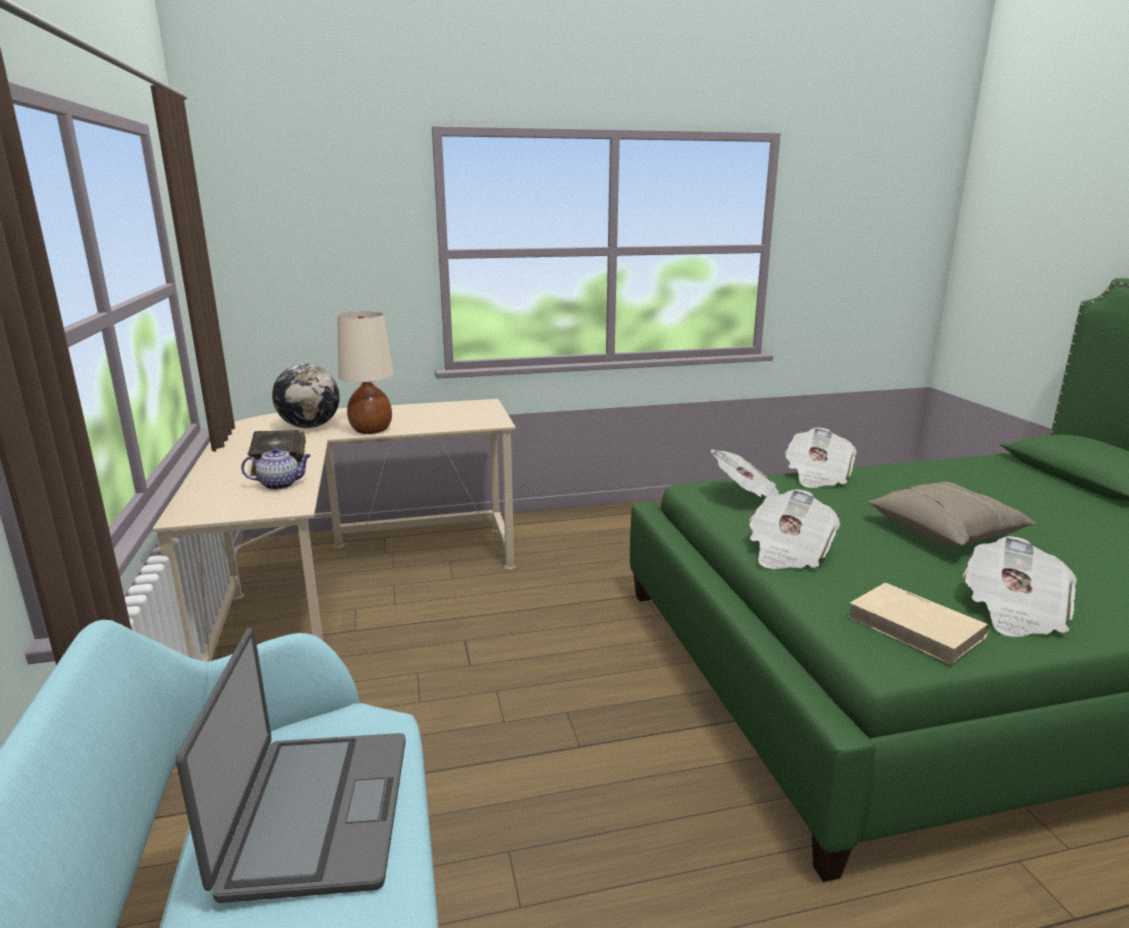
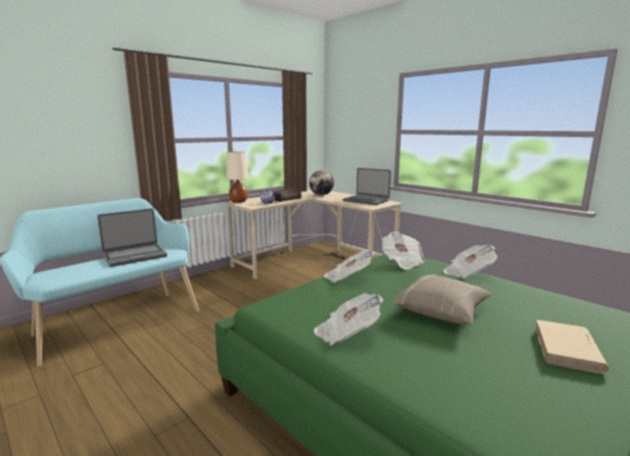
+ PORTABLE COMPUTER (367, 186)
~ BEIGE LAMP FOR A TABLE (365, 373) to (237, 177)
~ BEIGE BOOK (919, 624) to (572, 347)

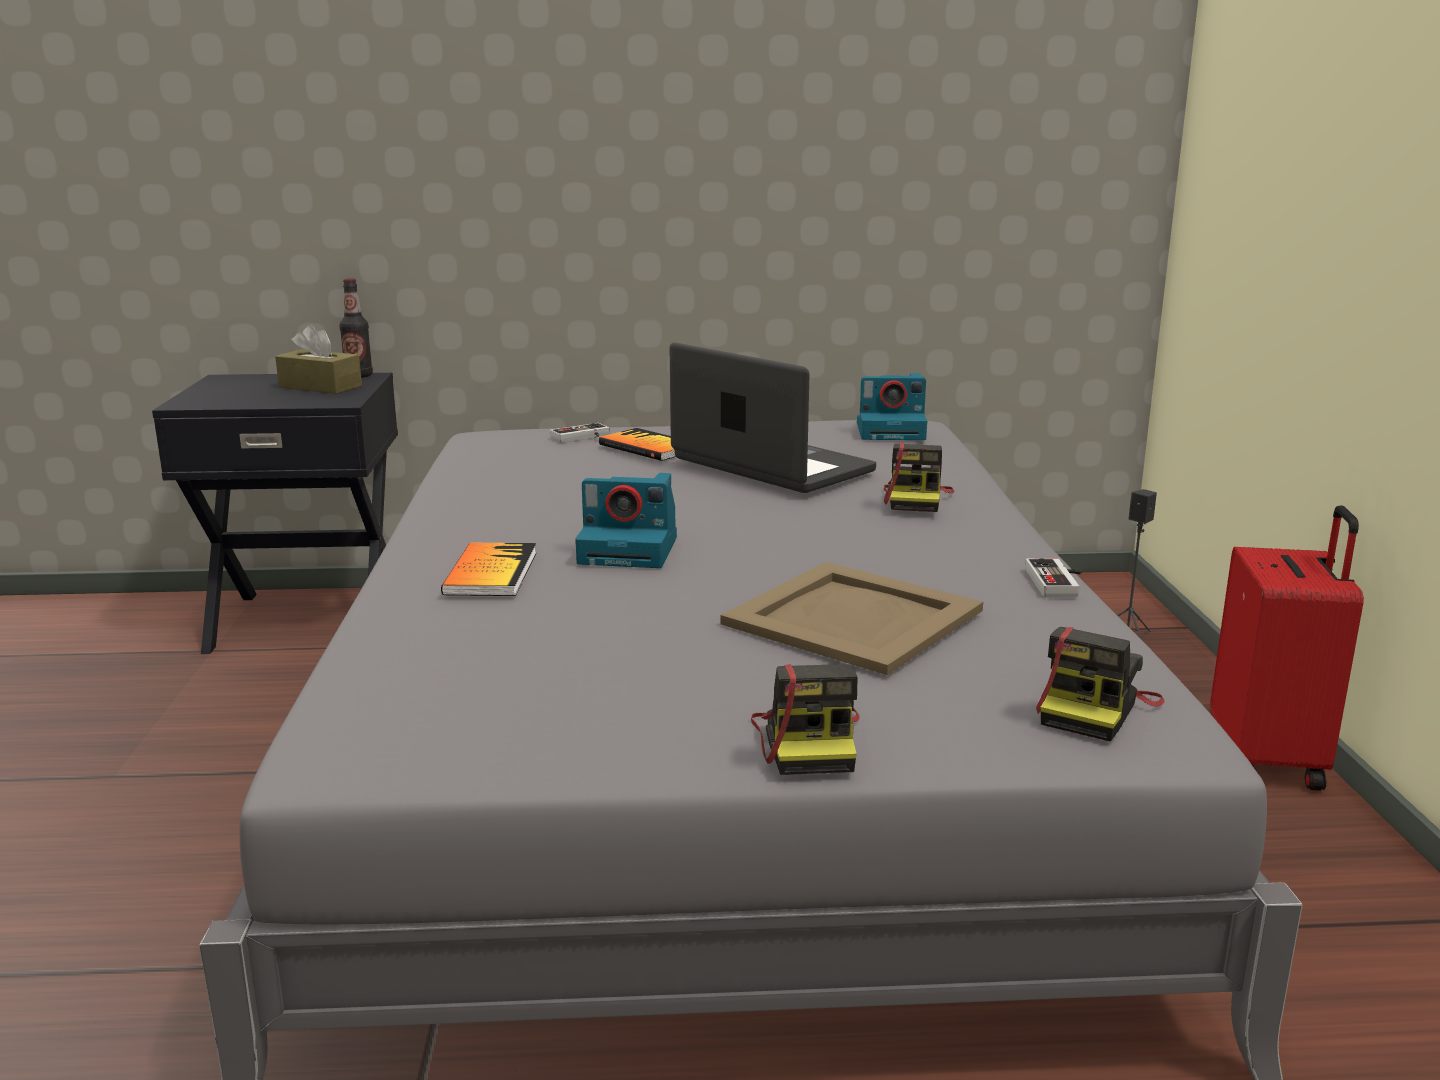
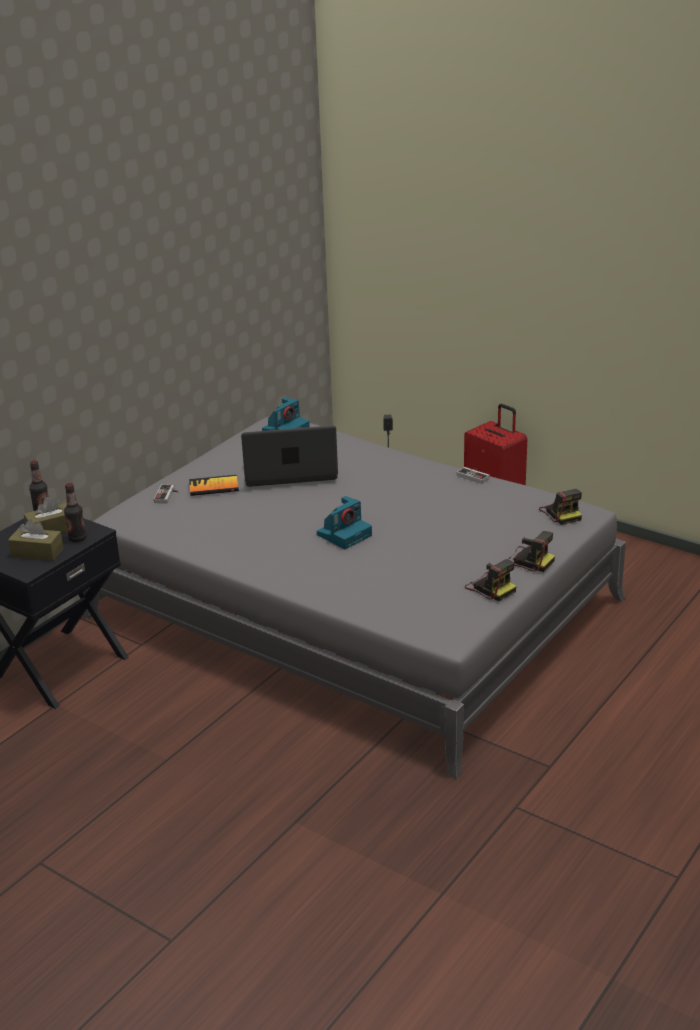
- BOOK (488, 569)
- BEIGE SERVING TRAY (852, 618)
+ BROWN-COLOURED TISSUE HOLDER (36, 540)
+ BEVERAGE BOTTLE (75, 512)
~ PHOTO CAMERA (919, 477) to (491, 580)

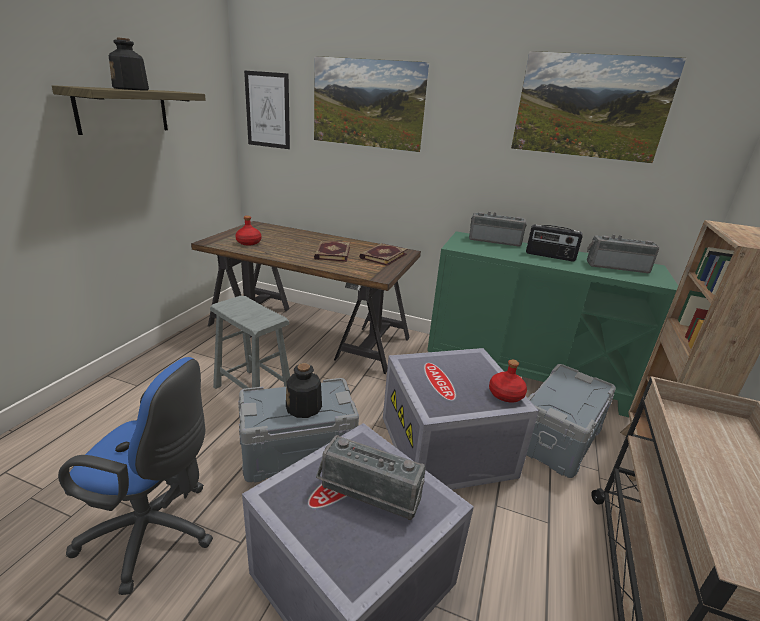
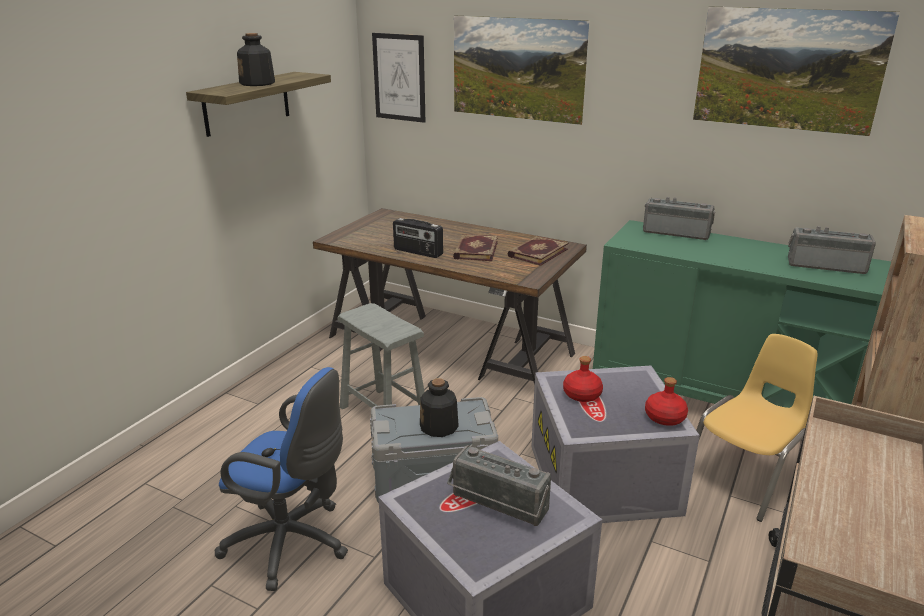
~ RED-COLOURED BEVERAGE BOTTLE (248, 230) to (583, 379)
~ RADIO SET (554, 243) to (418, 238)
~ GREYISH STORAGE BIN (571, 421) to YELLOW CHAIR (757, 428)

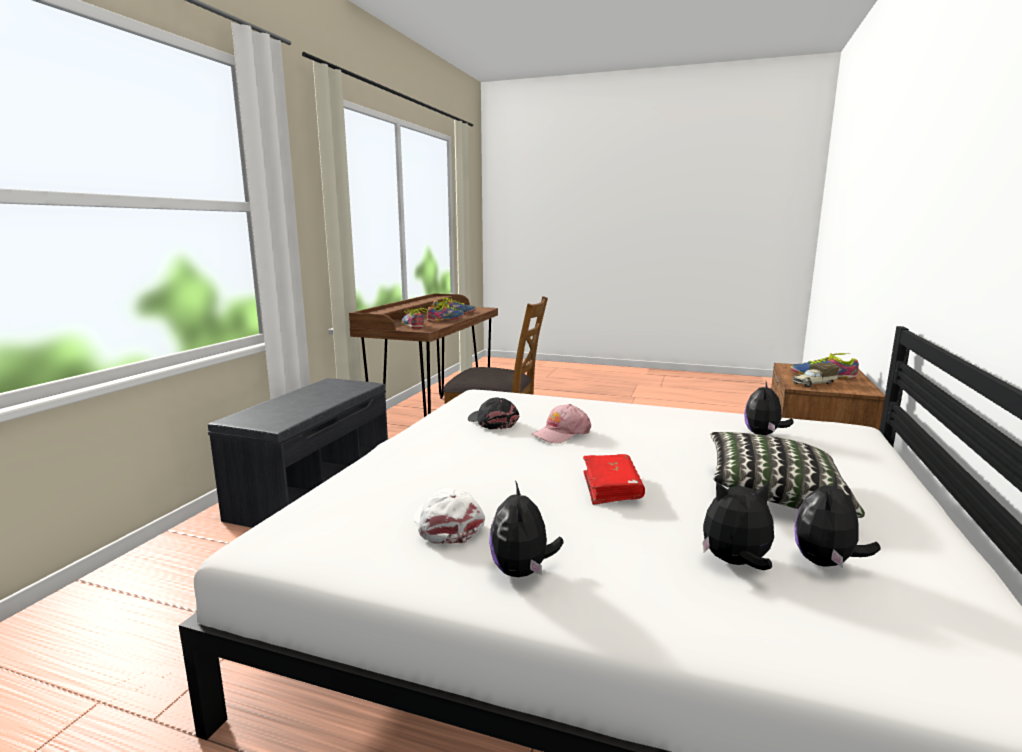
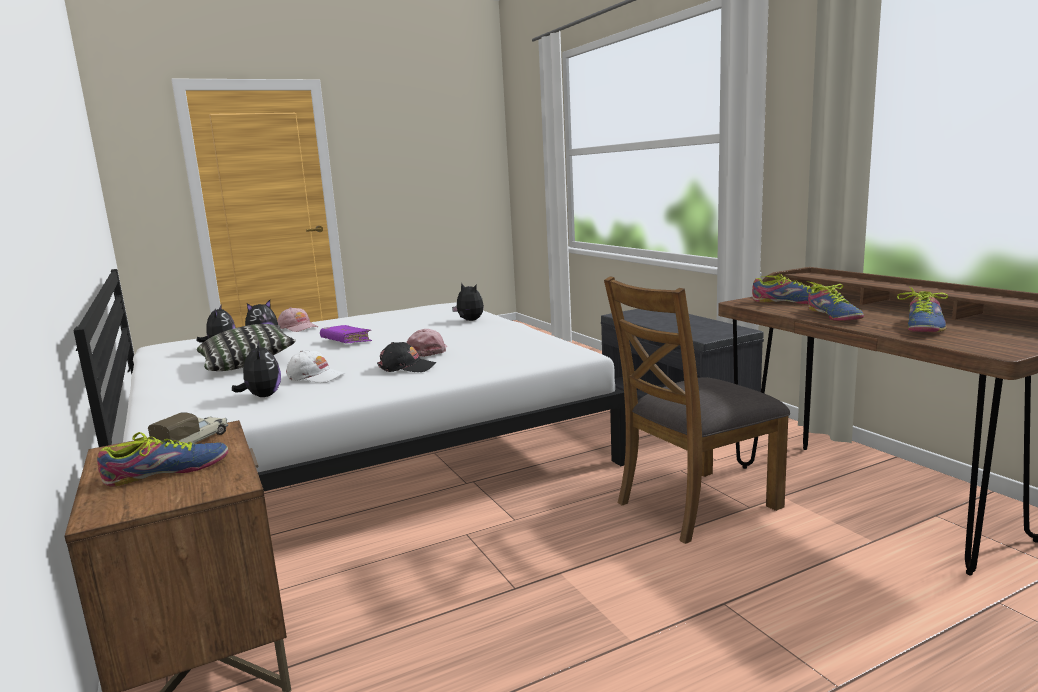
+ PINK-COLOURED BASEBALL CAP (297, 319)
~ WHITE-COLOURED BASEBALL CAP (449, 516) to (315, 366)
~ BLACK-COLOURED BASEBALL CAP (493, 413) to (406, 357)
~ CUDDLY TOY (526, 529) to (468, 302)
~ RED-COLOURED BOOK (614, 479) to PURPLISH BOOK (346, 334)

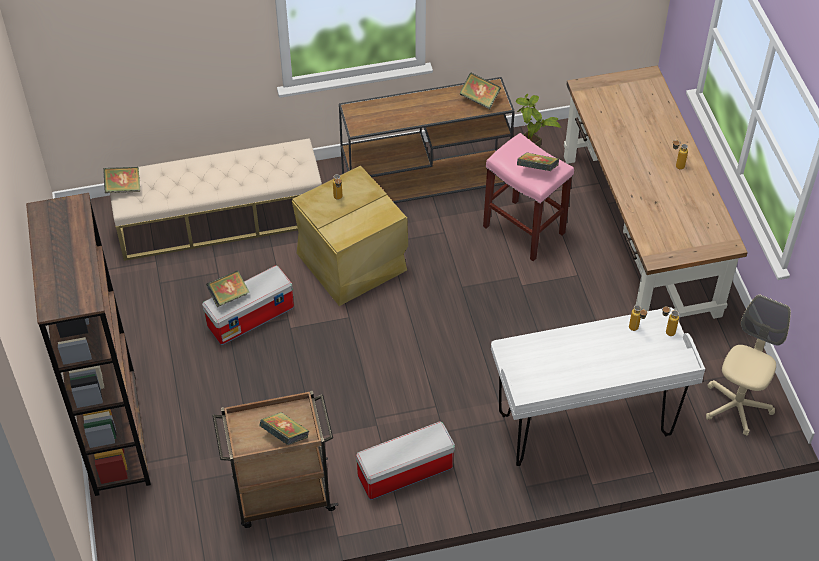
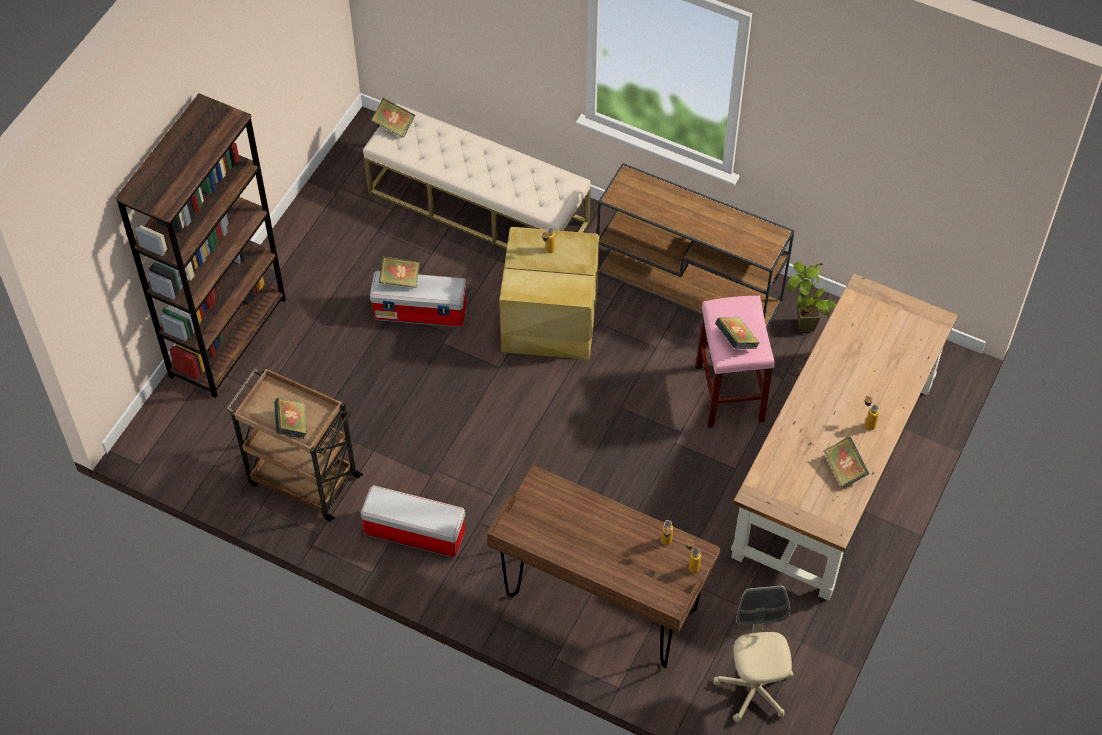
~ BOOK (480, 91) to (847, 462)
~ WHITE-COLOURED DESK UNIT (598, 386) to BROWN-COLOURED DESK UNIT (603, 567)
~ BEIGE DESK CHAIR (748, 365) = (753, 654) 75 degrees counterclockwise

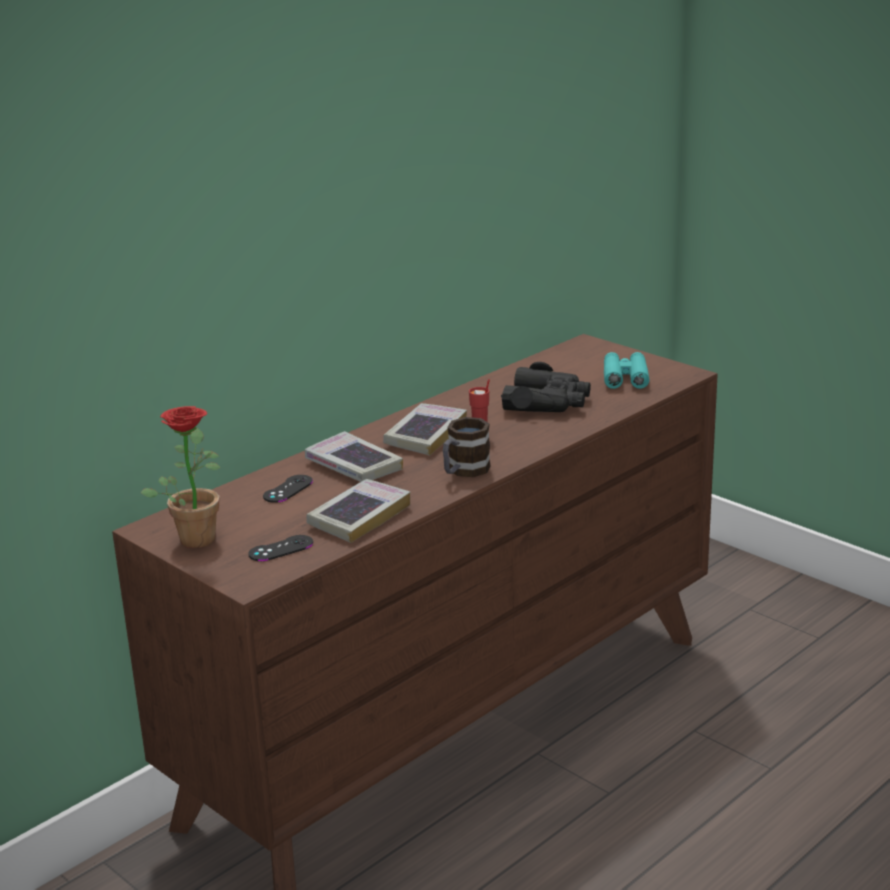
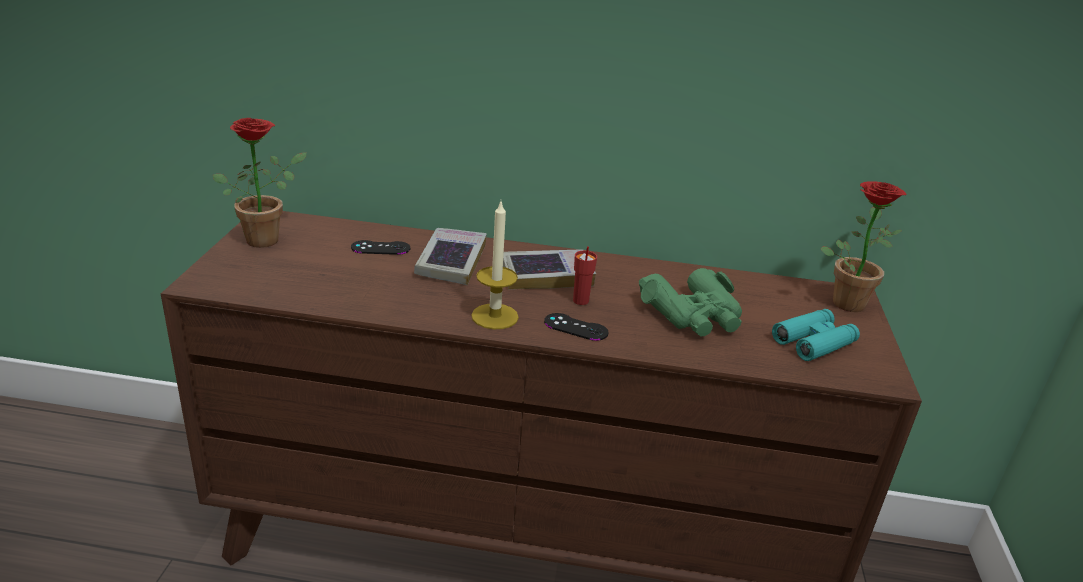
- BOOK (358, 511)
+ PLANT IN A POT (863, 246)
~ BLACK-COLOURED GAME CONTROLLER (280, 548) to (576, 327)
~ COFFEE MUG (466, 447) to WAX CANDLE (495, 265)
~ BLACK-COLOURED BINOCULARS (546, 387) to GREENISH BINOCULARS (690, 302)

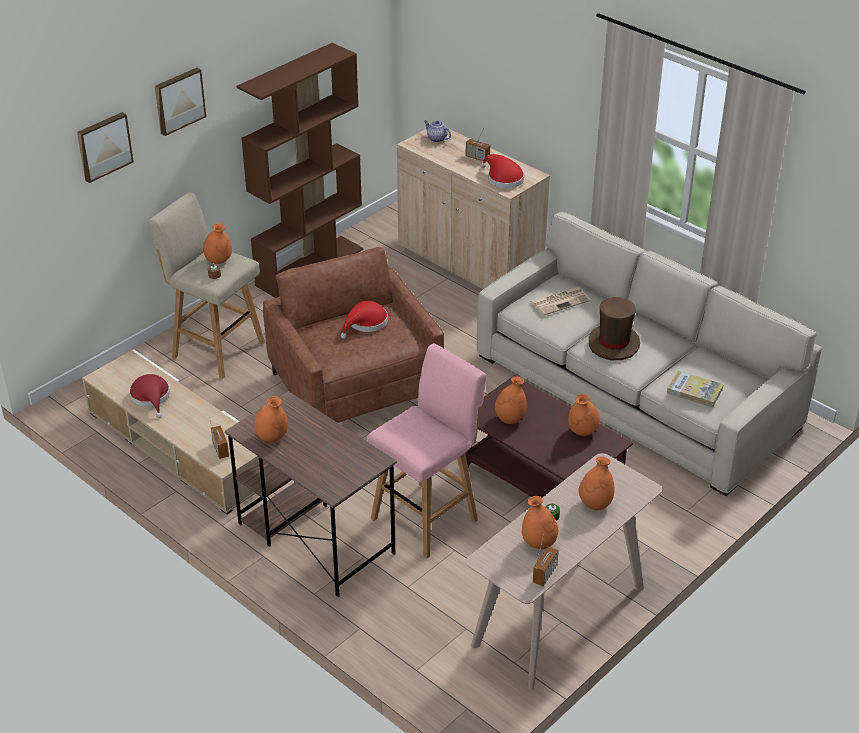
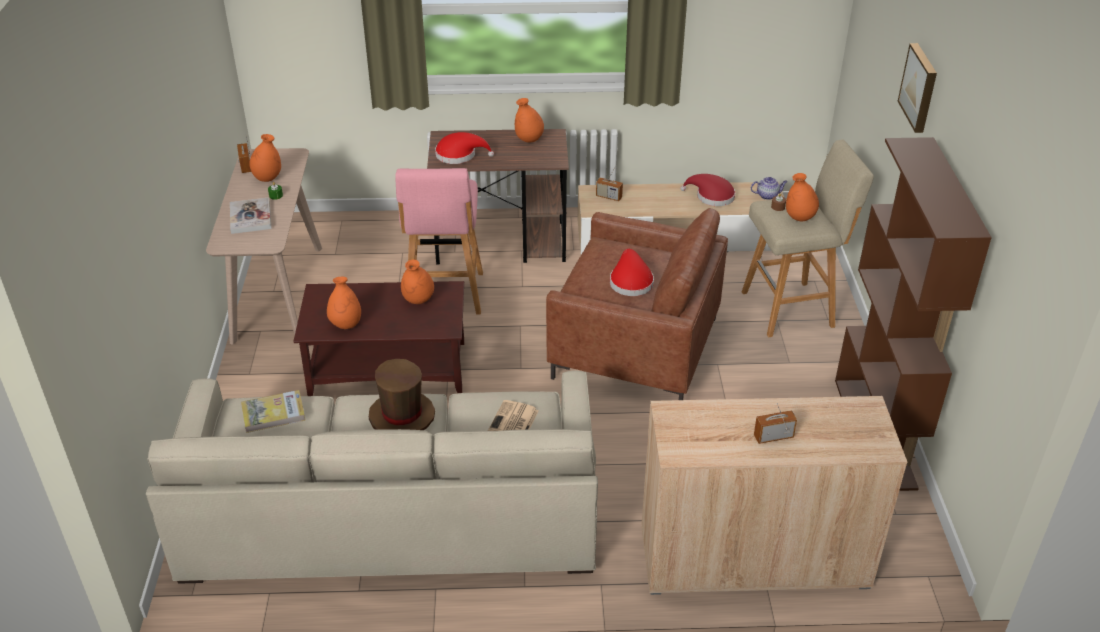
- PICTURE (105, 147)
~ POT FOR TEA (437, 131) to (769, 188)
~ RED-COLOURED WEARABLE HAT (502, 171) to (464, 148)
~ ORANGEY VASE (596, 483) to BOOK (251, 215)

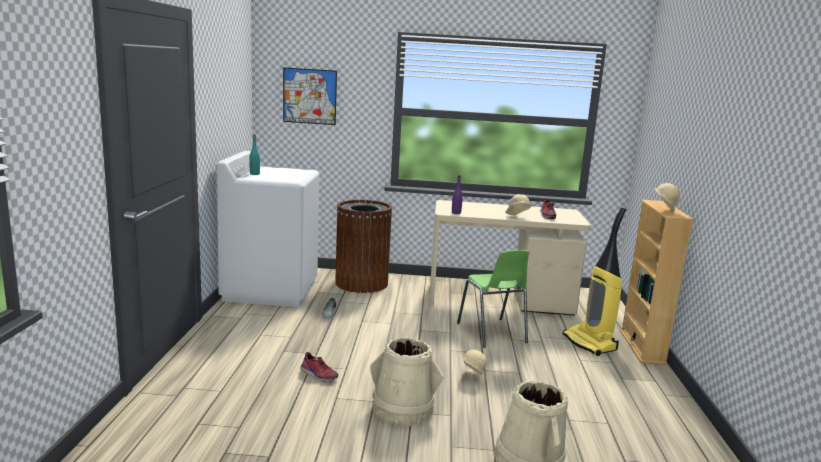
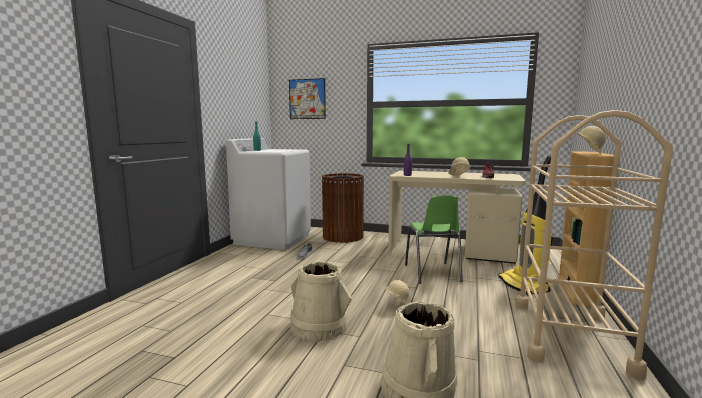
- LOW SHOE (319, 367)
+ BEIGE CART (594, 244)

